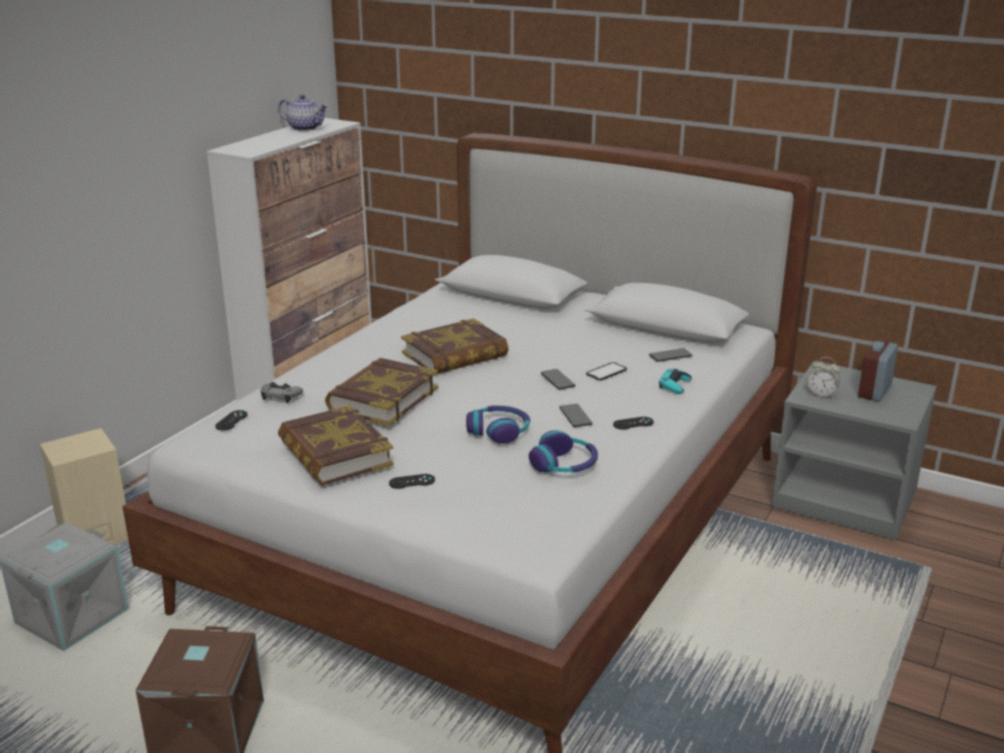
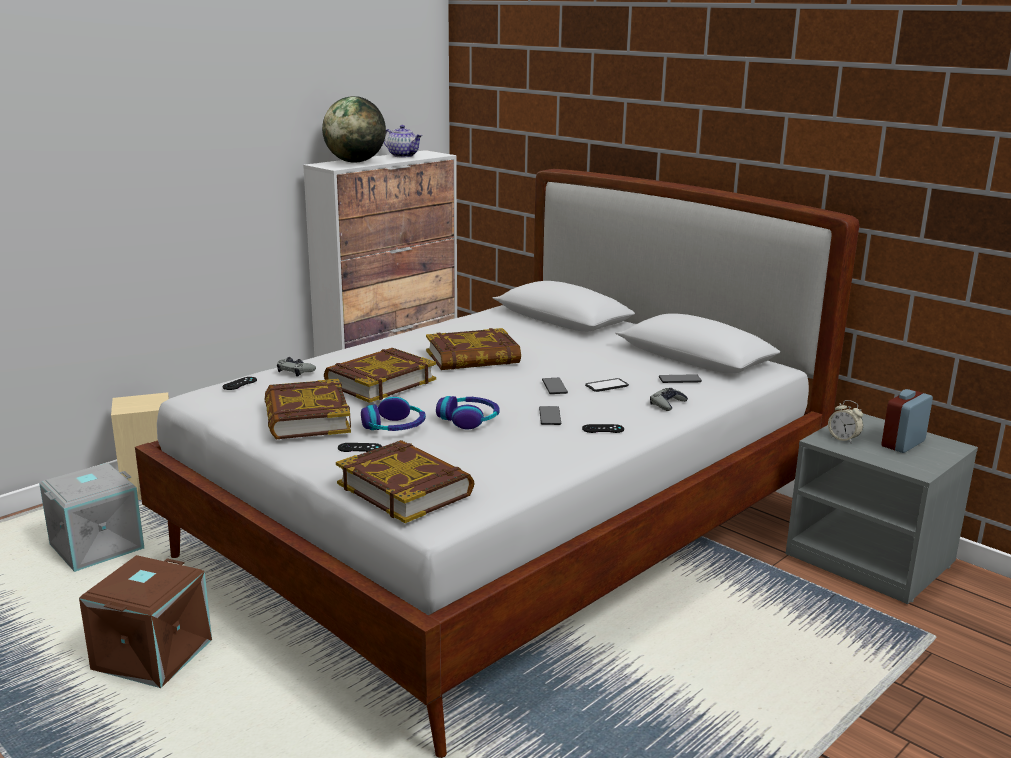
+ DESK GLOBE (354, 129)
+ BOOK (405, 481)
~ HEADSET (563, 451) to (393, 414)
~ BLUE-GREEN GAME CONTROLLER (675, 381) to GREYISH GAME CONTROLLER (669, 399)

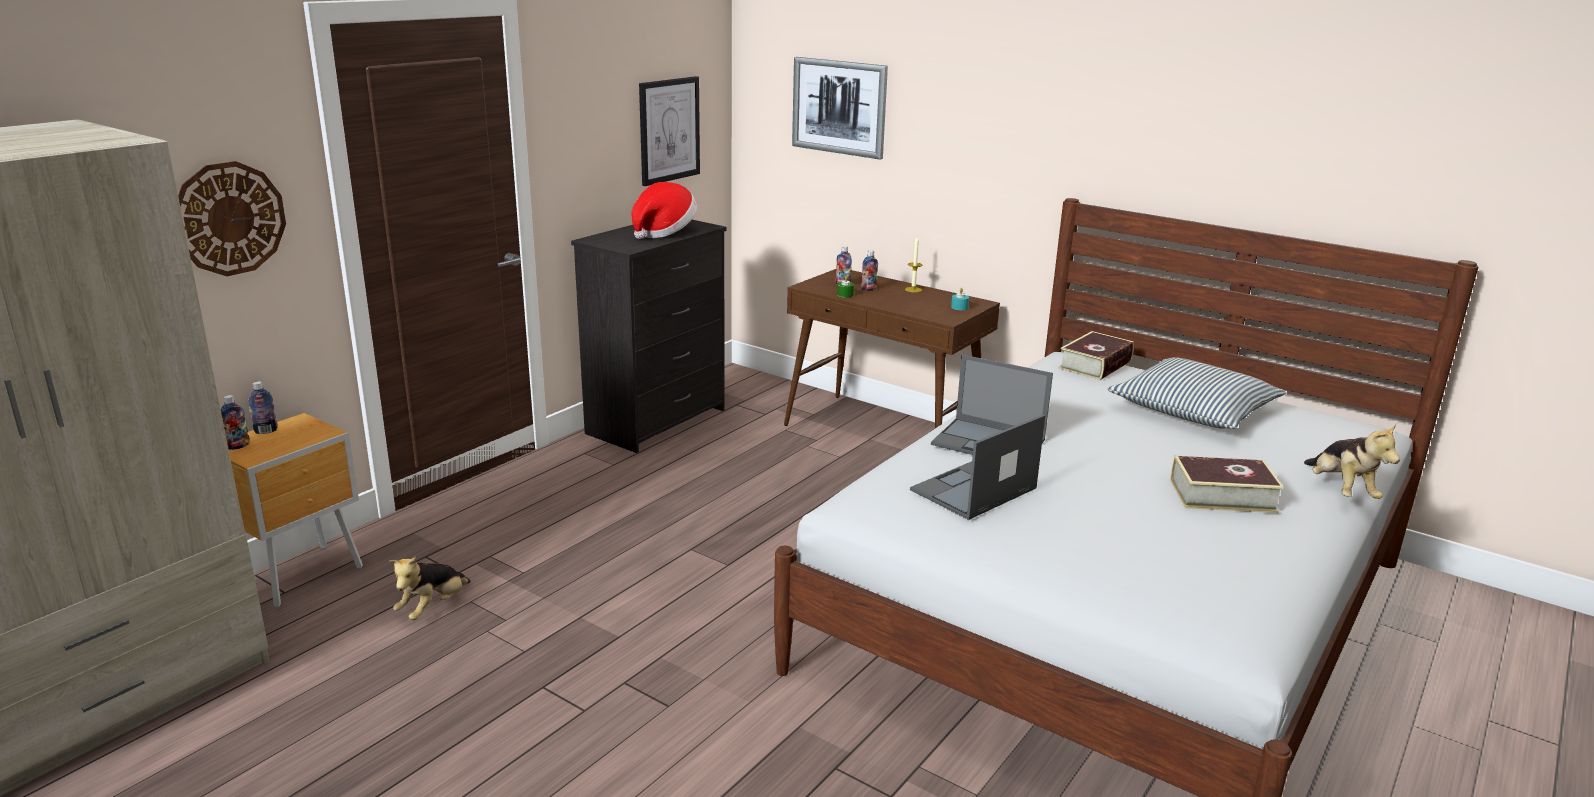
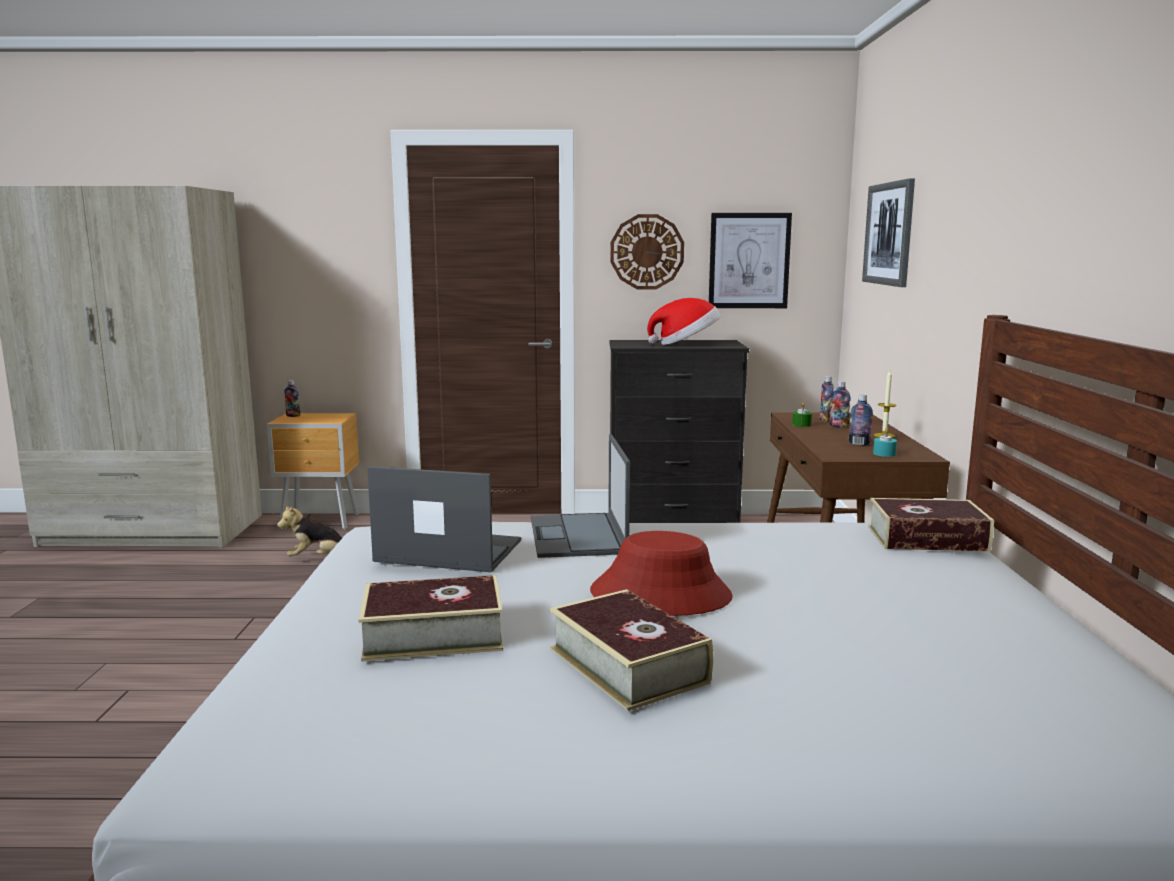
- THROW PILLOW (1197, 393)
- CUDDLY TOY (1352, 461)
+ BOOK (431, 618)
+ RED-COLOURED WEARABLE HAT (661, 573)
~ WALL CLOCK (232, 218) to (647, 251)
~ BEVERAGE BOTTLE (263, 407) to (861, 419)

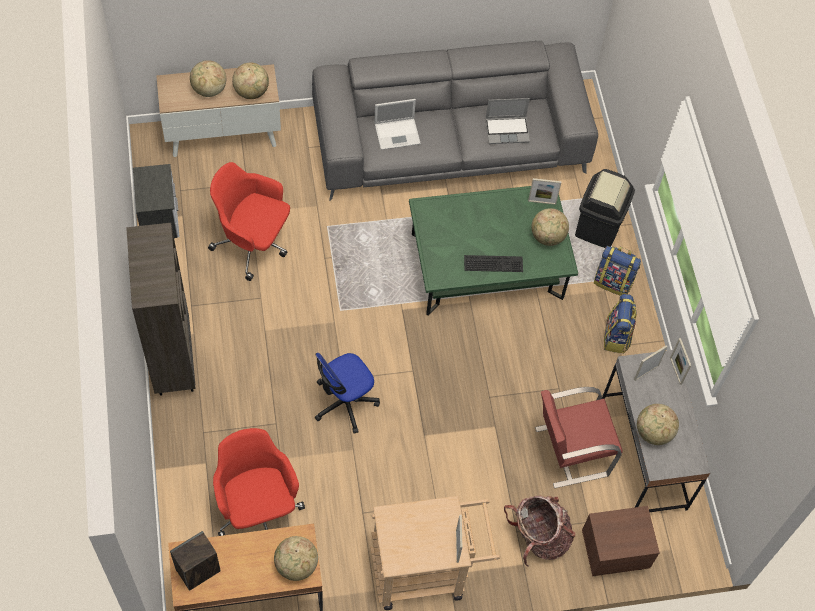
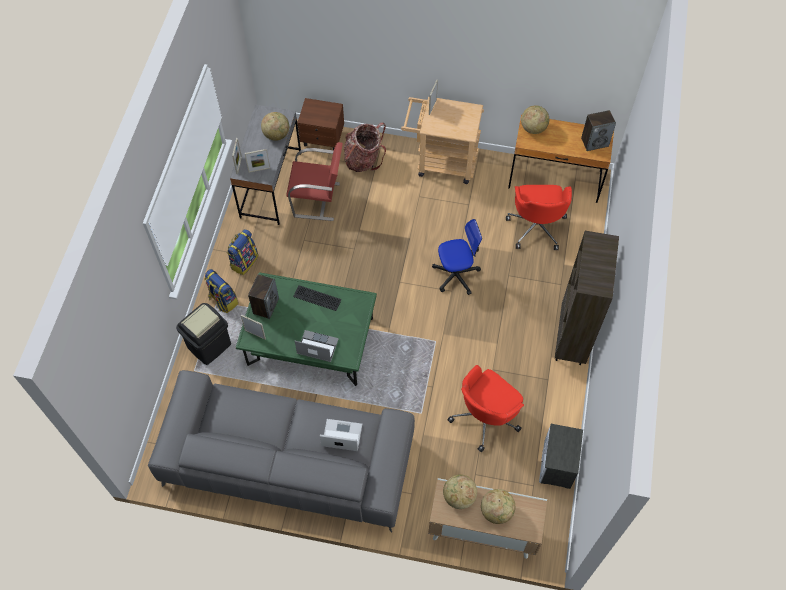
~ PORTABLE COMPUTER (507, 121) to (317, 346)
~ DESK GLOBE (550, 227) to LOUDSPEAKER (263, 296)
~ RED-COLOURED DESK CHAIR (249, 221) = (486, 408) 90 degrees clockwise

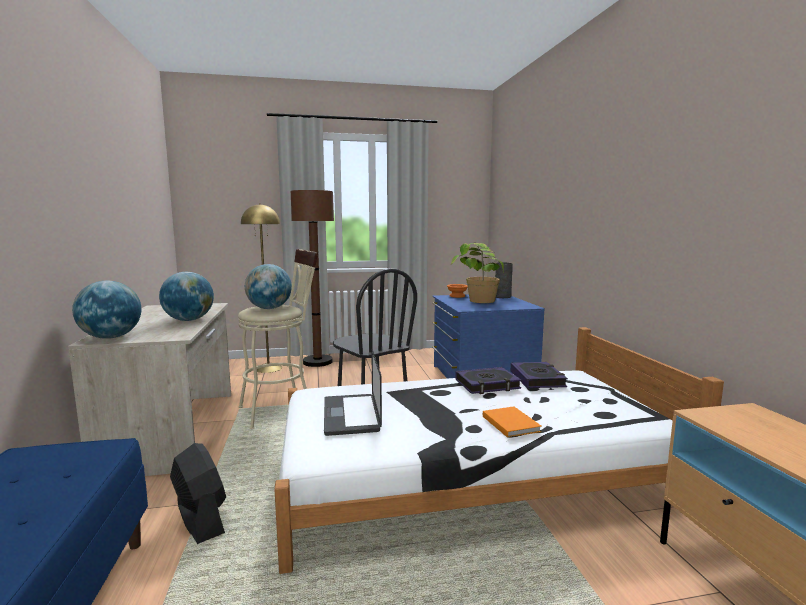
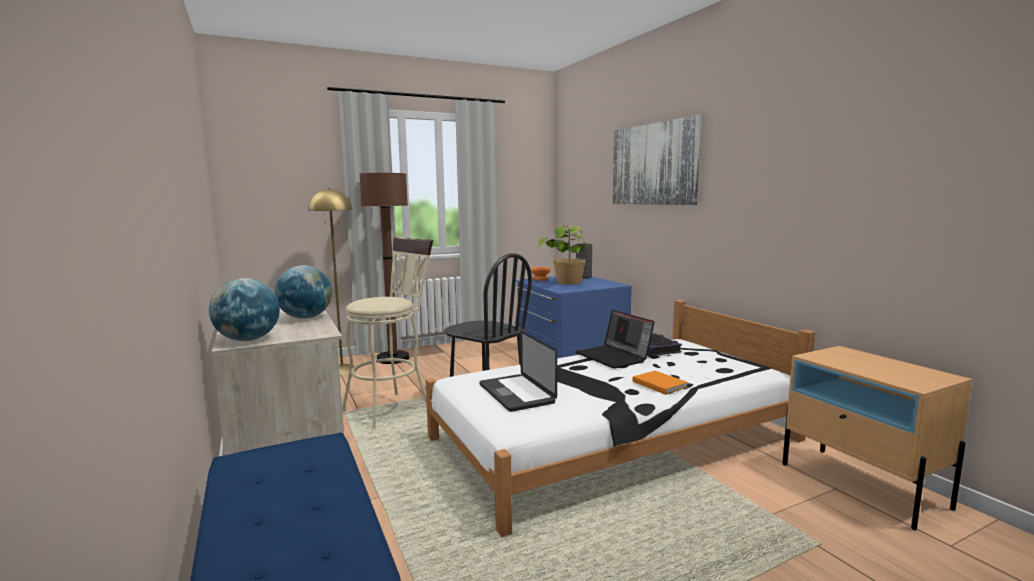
- BLACK-COLOURED ELECTRIC FAN (198, 493)
- DESK GLOBE (268, 286)
+ PICTURE (657, 160)
~ BOOK (489, 380) to PORTABLE COMPUTER (615, 339)

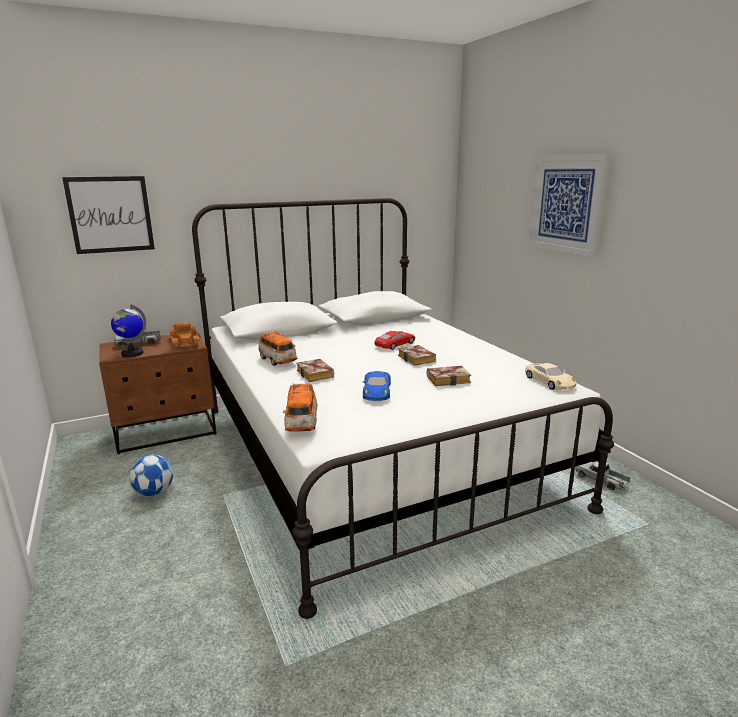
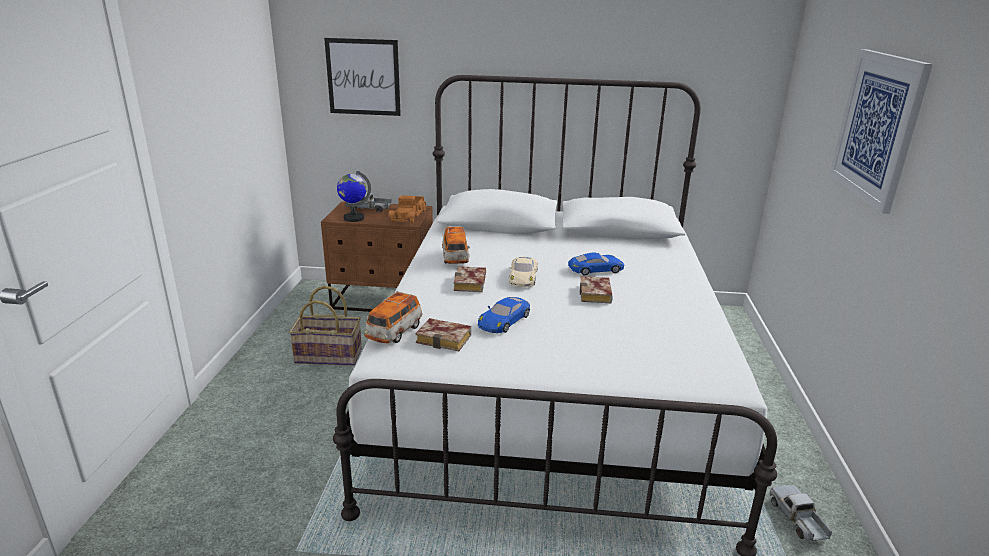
~ BOOK (449, 376) to (443, 334)
~ BEIGE MINIATURE CAR (550, 376) to (523, 272)
~ FOOTBALL BALL (151, 475) to STORAGE BASKET (325, 325)
~ RED-COLOURED MINIATURE CAR (394, 340) to BLUE MINIATURE CAR (596, 264)

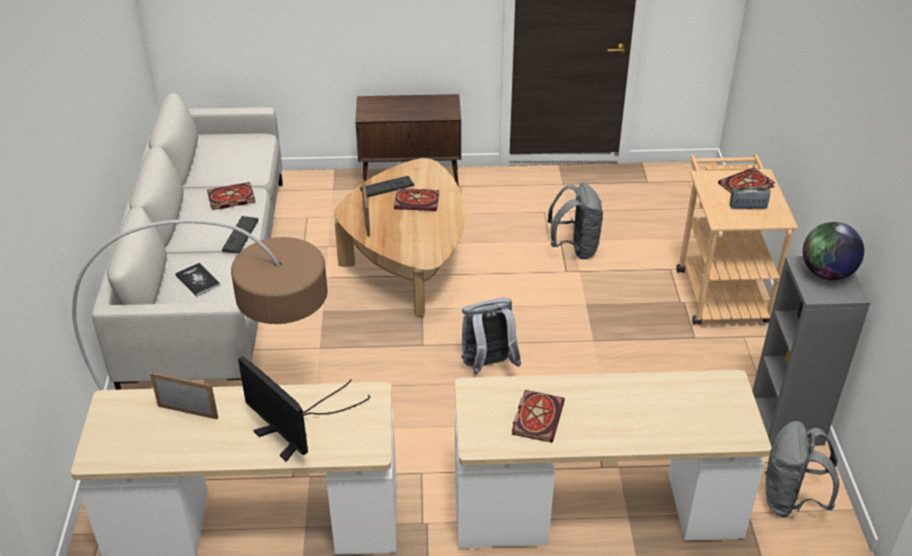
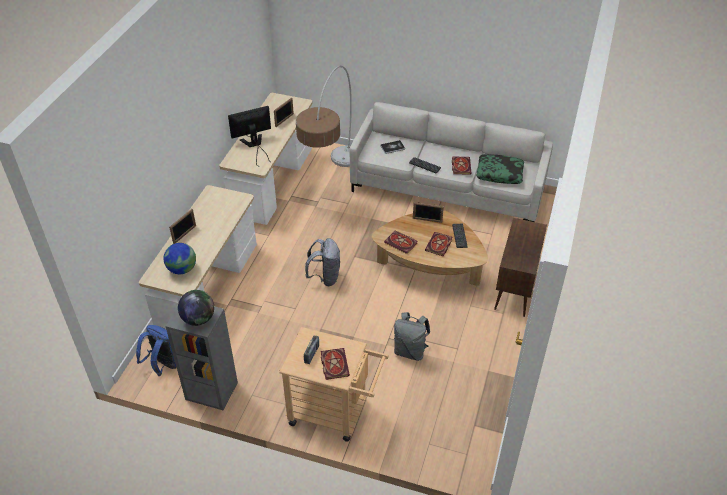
+ DESK GLOBE (180, 258)
+ PICTURE FRAME (182, 226)
+ THROW PILLOW (500, 169)
~ BOOK (538, 416) to (400, 242)
~ GREYISH BACKPACK (802, 469) to BLUE BACKPACK (156, 350)

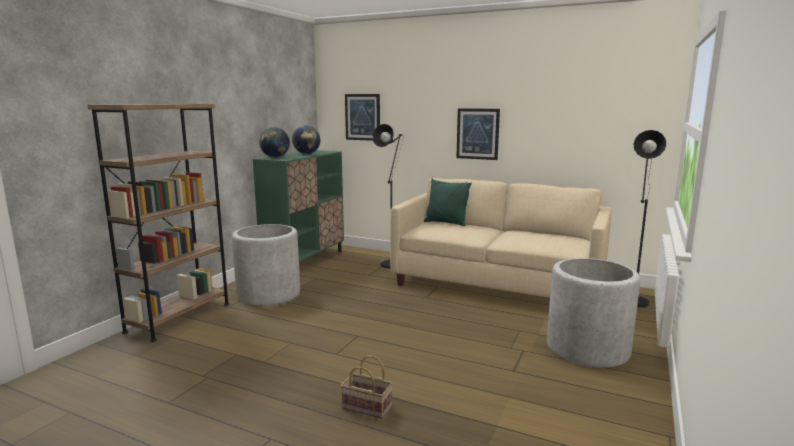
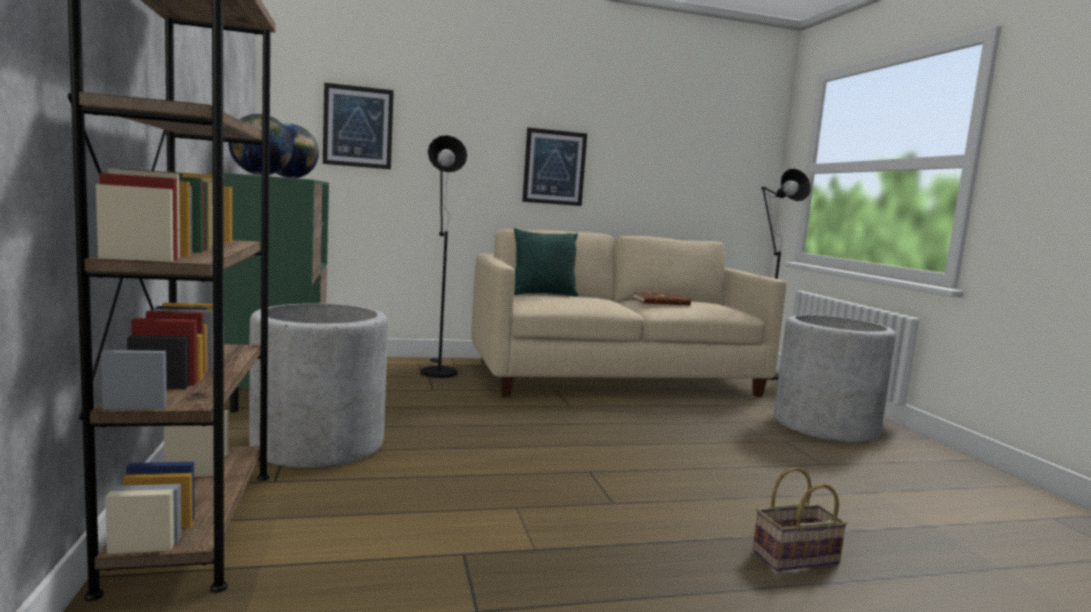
+ BROWN-COLOURED BOOK (662, 298)

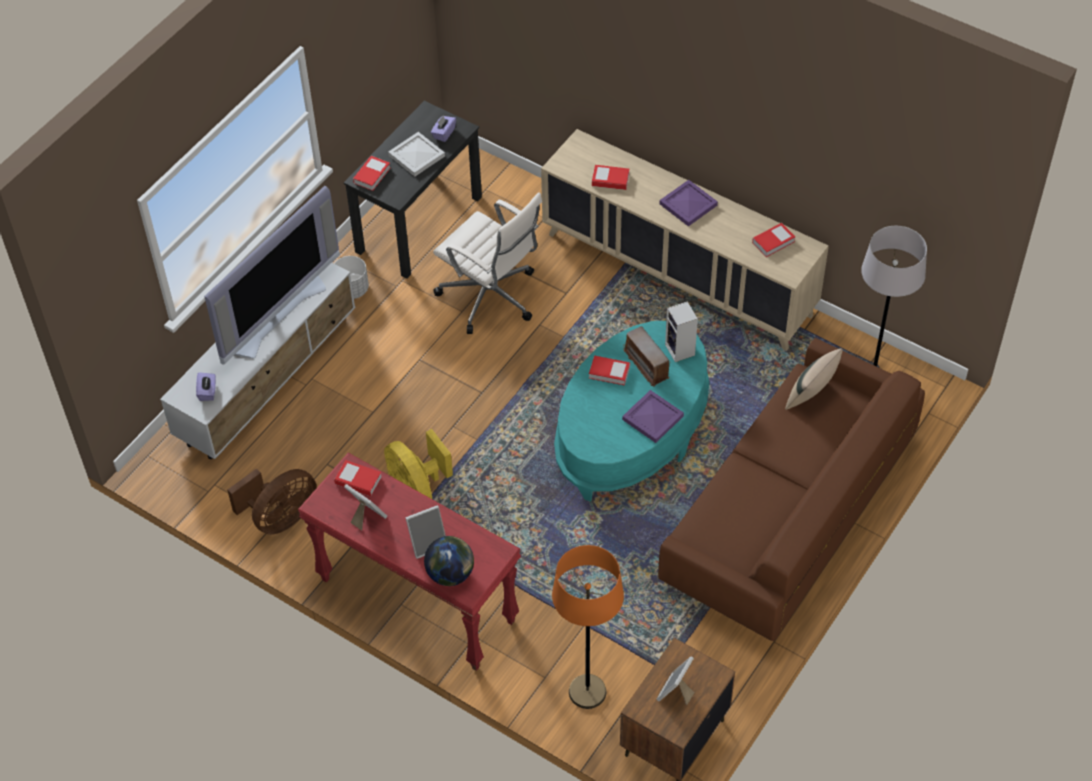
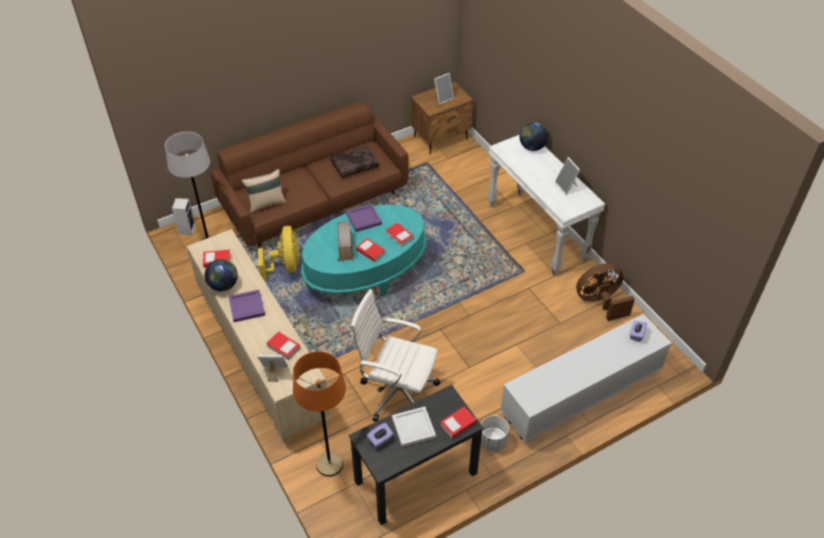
- TV SET (272, 275)
+ DESK GLOBE (221, 275)
+ BROWN-COLOURED THROW PILLOW (354, 162)
~ BOOK (358, 478) to (400, 234)
~ YELLOW ELECTRIC FAN (418, 464) to (279, 254)
~ PICTURE FRAME (426, 532) to (272, 368)
~ ORANGEY FLOOR LAMP (588, 627) to (319, 414)
~ LOUDSPEAKER (681, 331) to (184, 216)
~ RED-COLOURED CONSOLE TABLE (409, 562) to WHITE-COLOURED CONSOLE TABLE (546, 205)
~ WHITE-COLOURED DESK CHAIR (487, 263) = (395, 355) 45 degrees counterclockwise

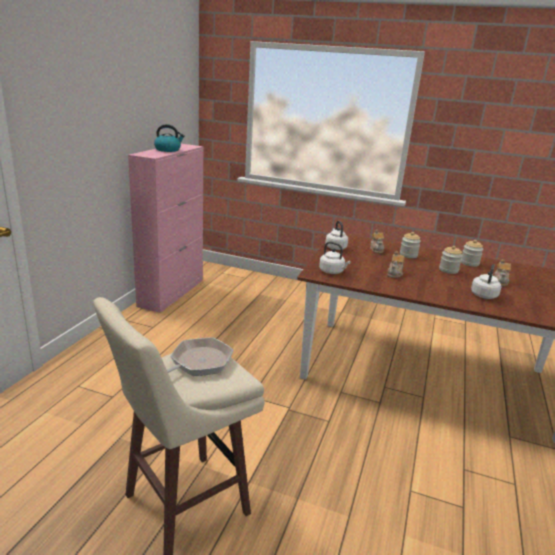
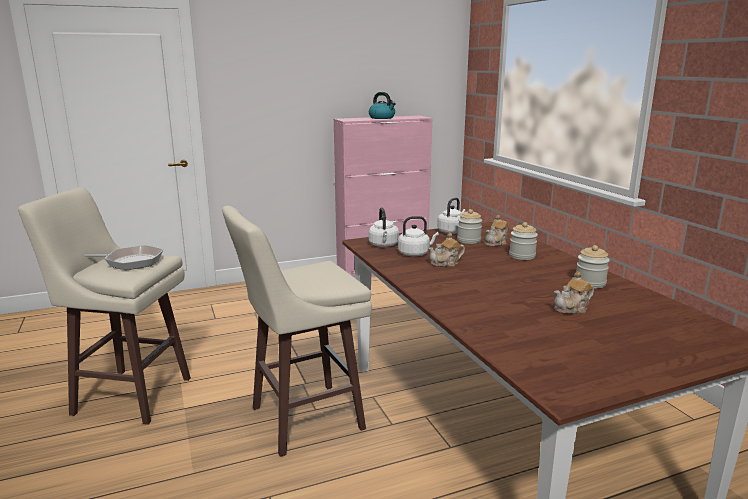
+ BEIGE SITTING STOOL (297, 331)
~ PRESERVE JAR (451, 260) to (469, 226)
~ WHITE-COLOURED KETTLE (486, 281) to (418, 236)

